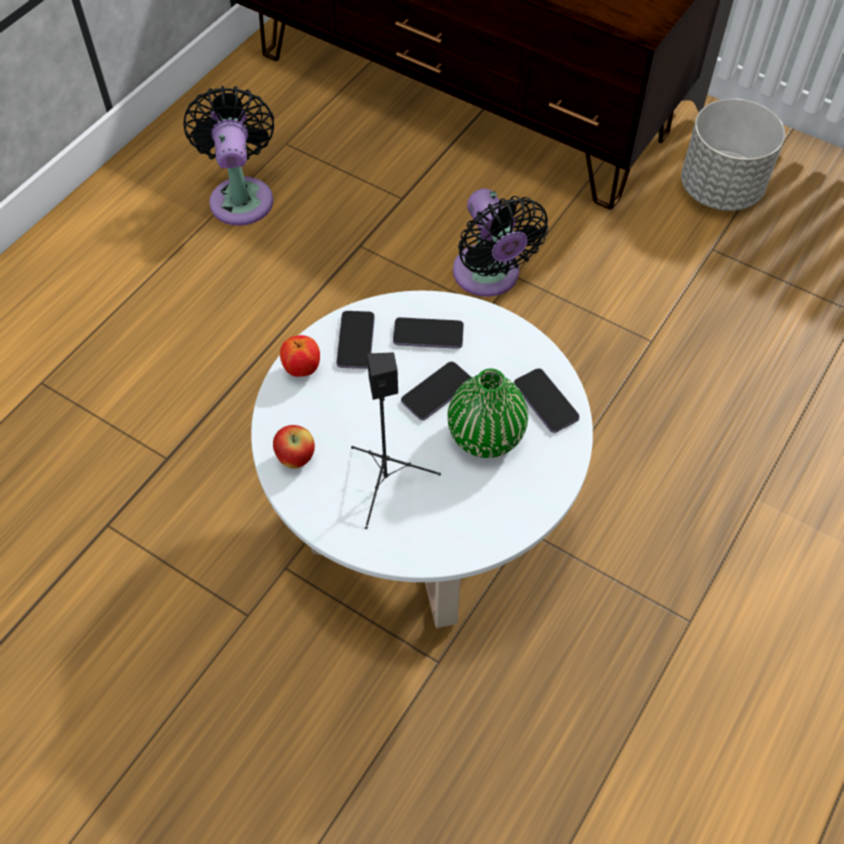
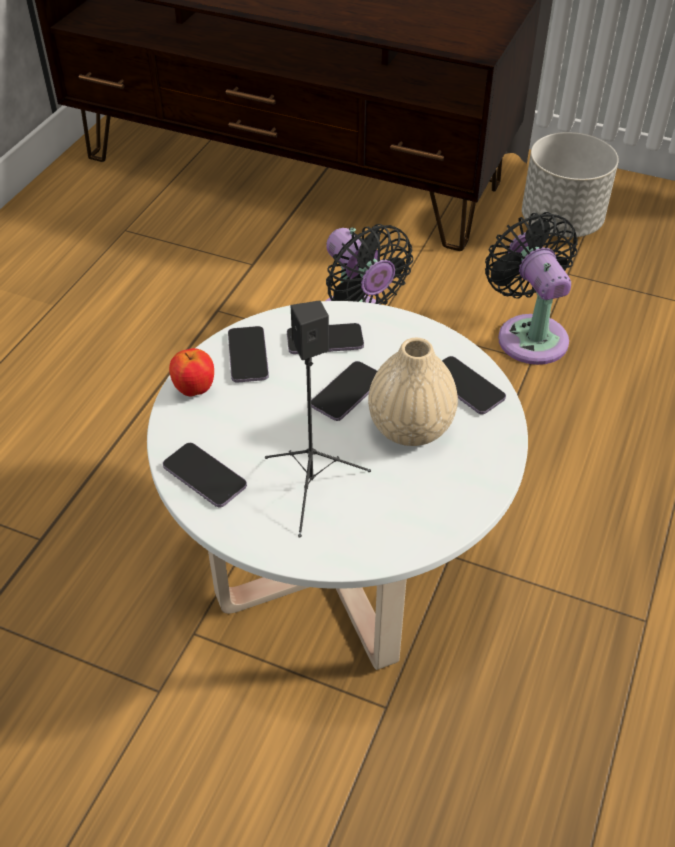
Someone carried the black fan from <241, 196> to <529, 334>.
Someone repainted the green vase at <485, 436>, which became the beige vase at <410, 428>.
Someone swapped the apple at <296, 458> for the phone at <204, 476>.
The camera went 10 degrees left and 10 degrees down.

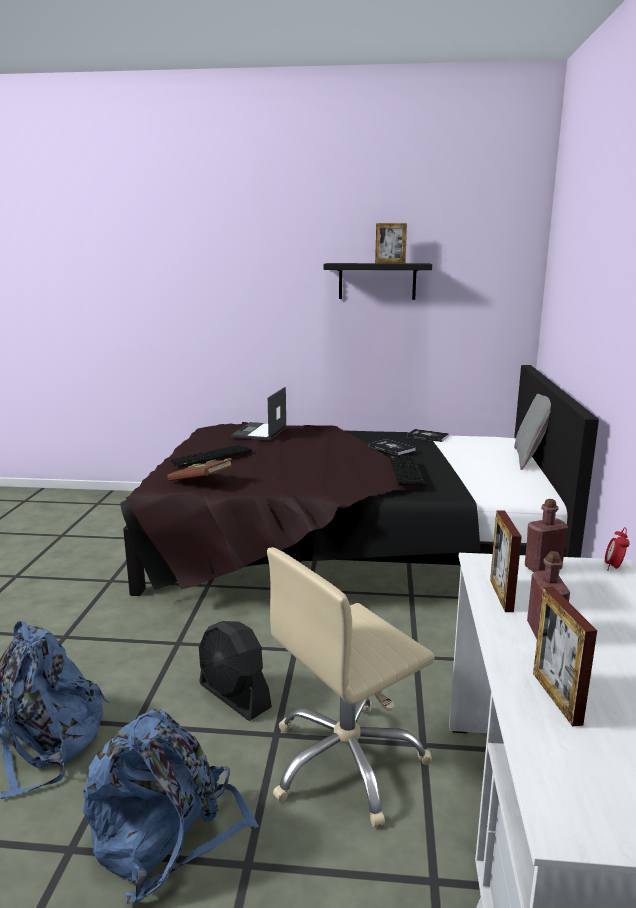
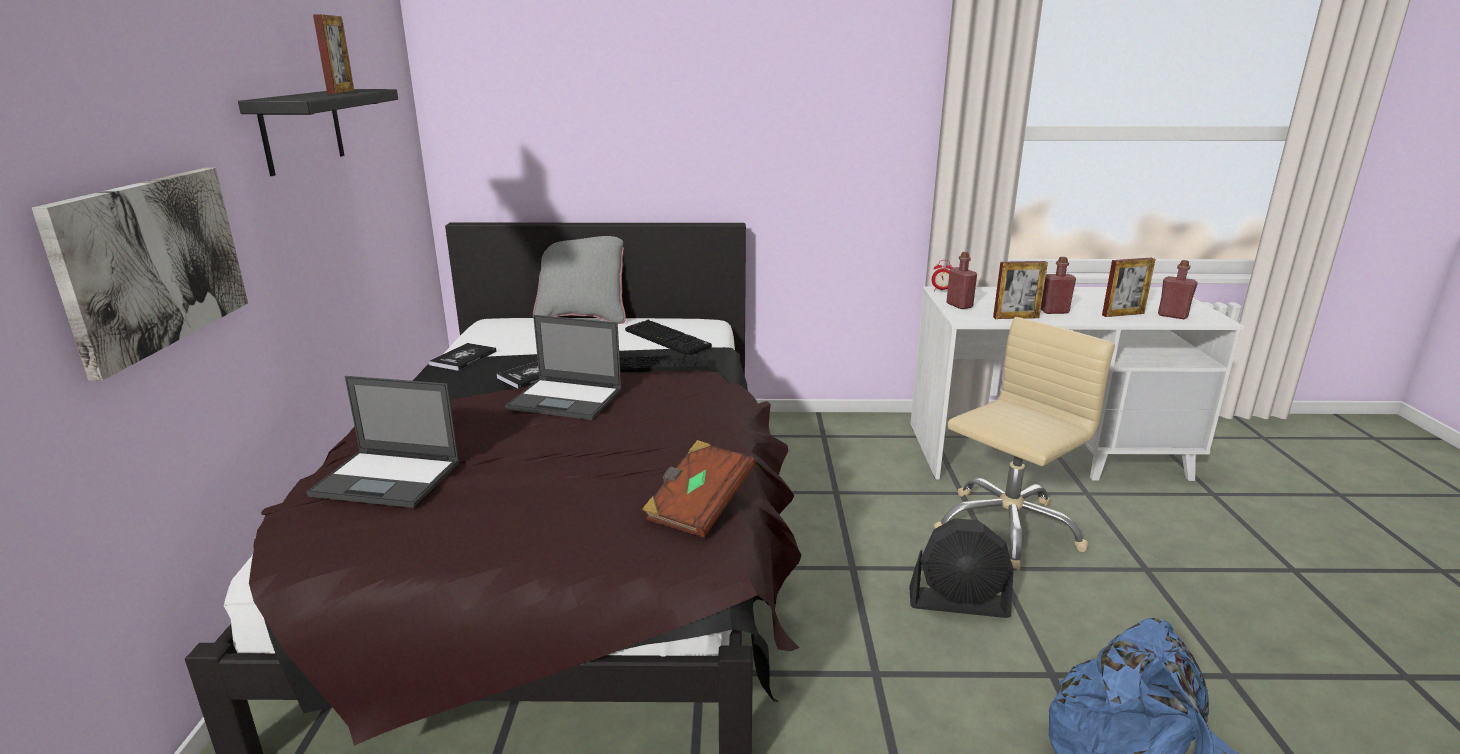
Someone carried the keyboard from <212, 458> to <669, 339>.
Someone rotated the beige office chair at <346, 762> by 90 degrees counterclockwise.
Someone rotated the black fan at <234, 696> by 60 degrees clockwise.
Someone took away the blue backpack at <167, 833>.
Someone put up the picture at <151, 263>.
Someone put down the red bottle at <1172, 315>.
Someone put down the laptop at <567, 399>.
The camera went 95 degrees left and 5 degrees up.

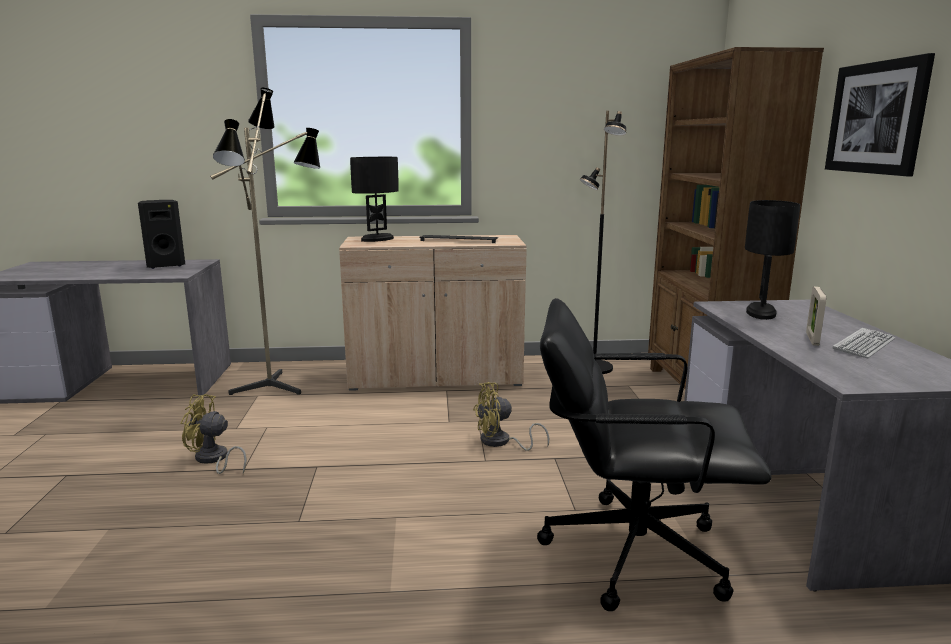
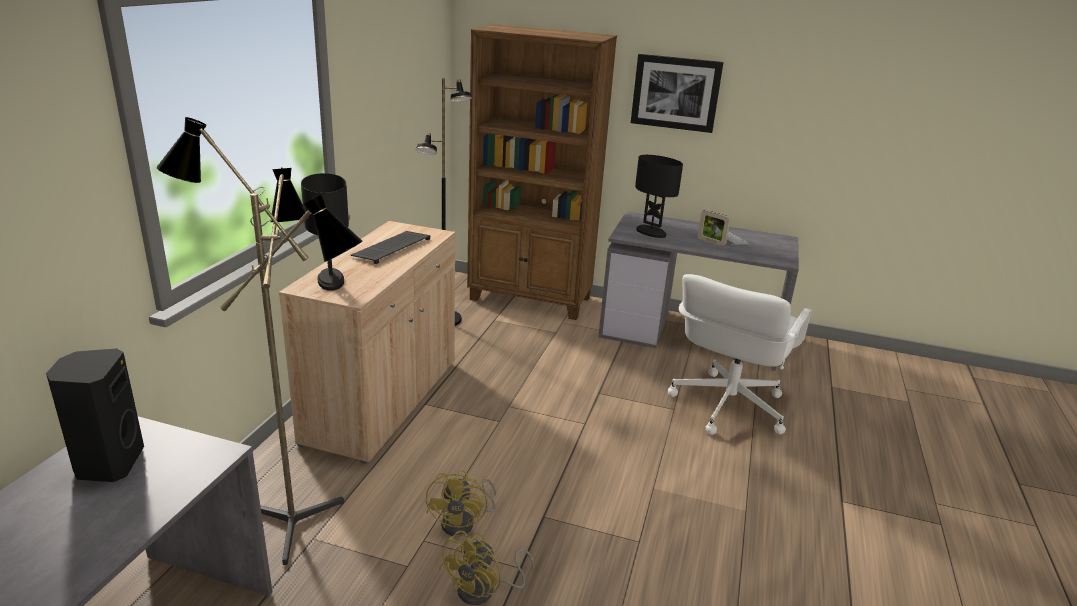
Someone repainted the black office chair at <632, 551>, which became the white office chair at <726, 406>.
Someone carried the yellow fan from <501, 442> to <464, 522>.
The camera went 70 degrees left and 10 degrees up.

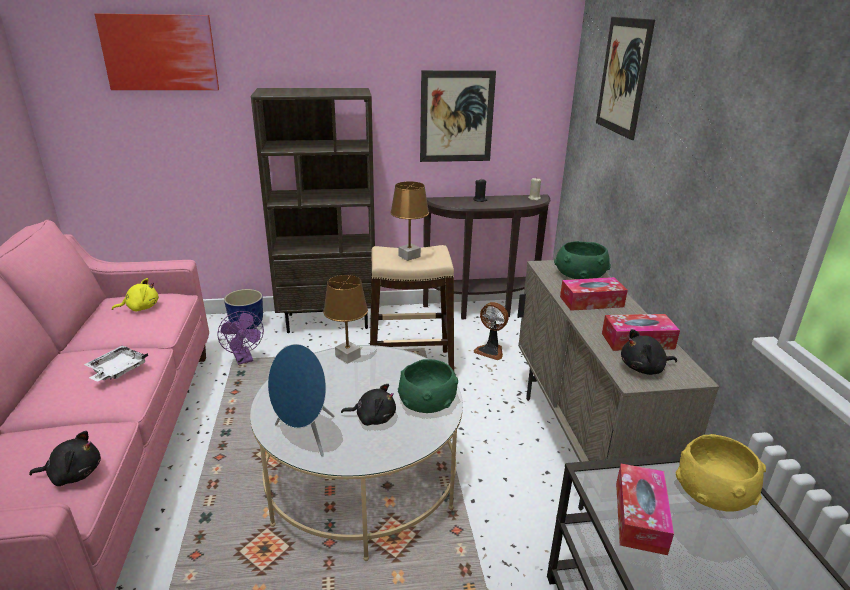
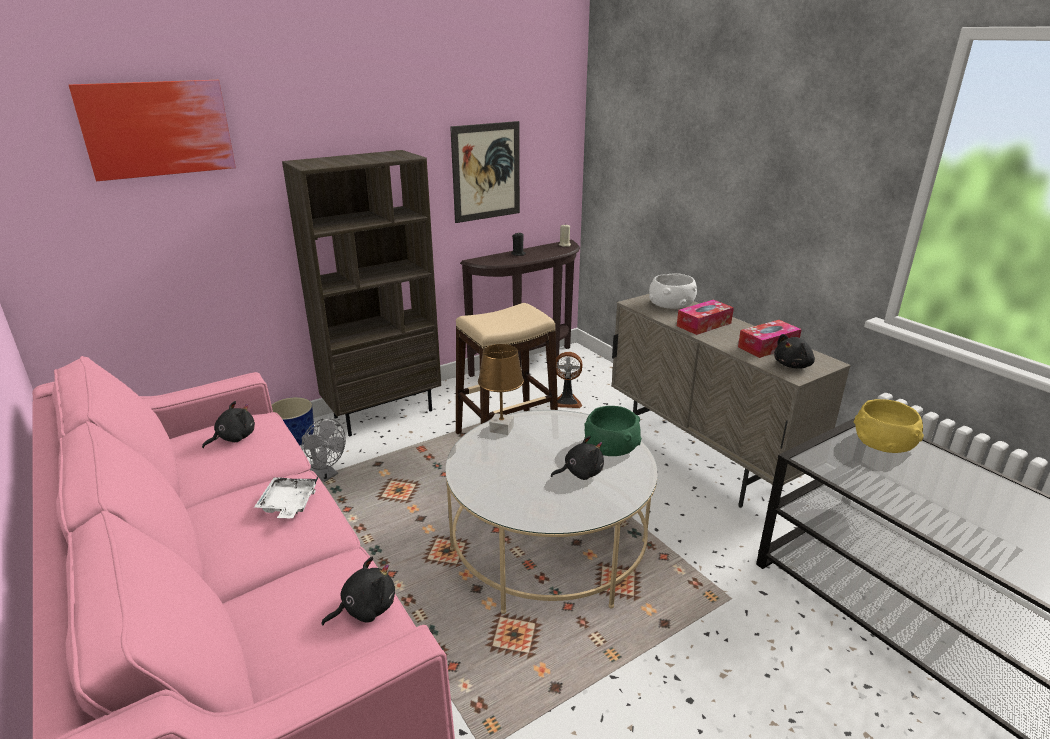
Someone took away the picture at <623, 76>.
Someone took away the brown table lamp at <409, 256>.
Someone repainted the green bowl at <580, 275>, which became the white bowl at <671, 304>.
Someone repainted the yellow plush toy at <141, 308>, which became the black plush toy at <234, 438>.
Someone repainted the purple fan at <244, 359>, which became the grey fan at <326, 475>.
Someone took away the blue speaker at <304, 436>.
Someone took away the tissue box at <640, 516>.
The camera went 25 degrees left and 0 degrees up.

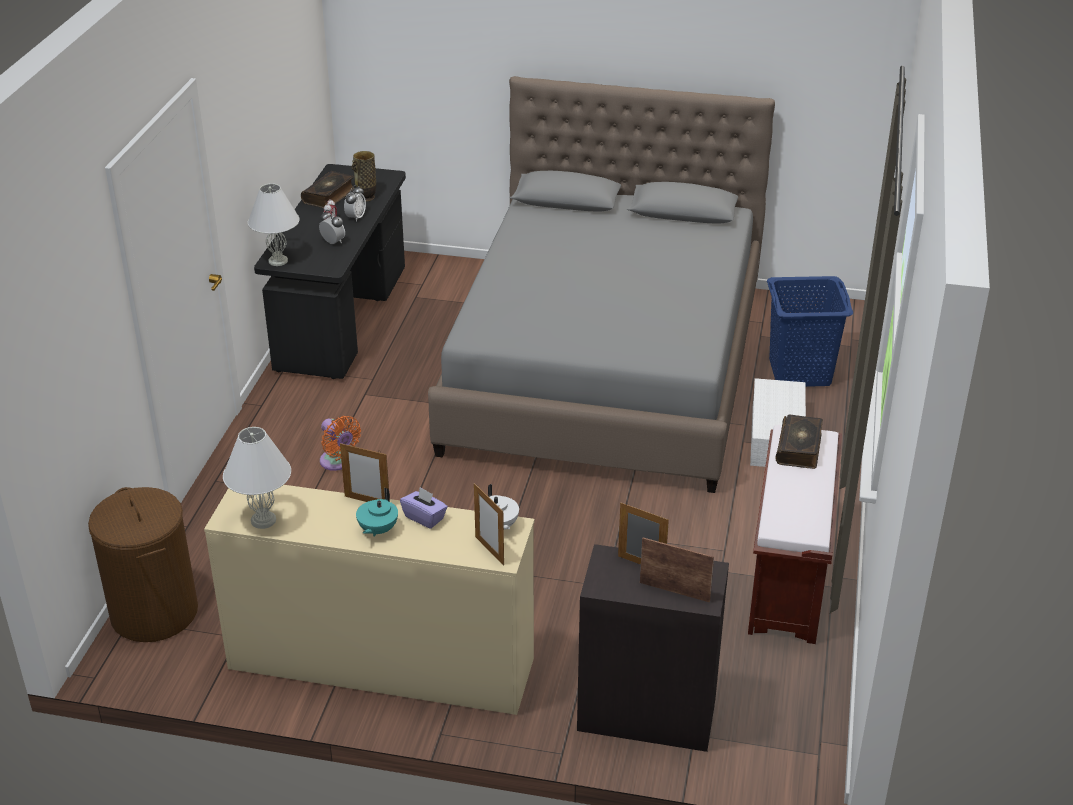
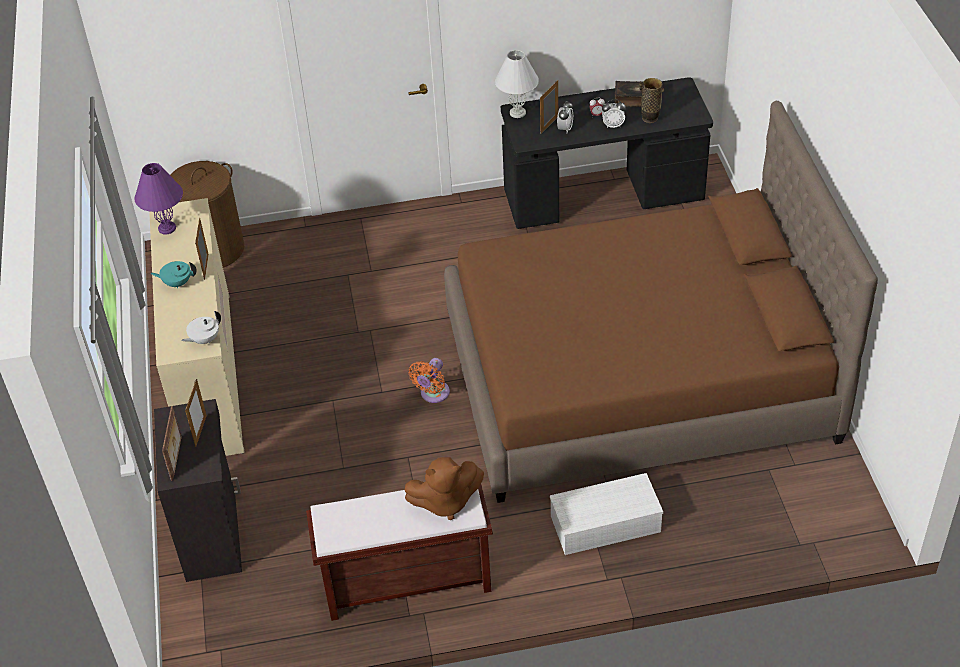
Someone repainted the grey bed at <606, 368>, which became the brown bed at <638, 377>.
Someone took away the blue laundry basket at <800, 372>.
Someone swapped the book at <799, 448> for the brown plush toy at <445, 502>.
Someone carried the orange fan from <338, 462> to <433, 394>.
Someone repainted the white table lamp at <264, 520>, which became the purple table lamp at <167, 228>.
Someone carried the picture frame from <489, 550> to <549, 125>.
Someone took away the purple tissue box at <424, 517>.
The camera went 70 degrees right and 10 degrees up.

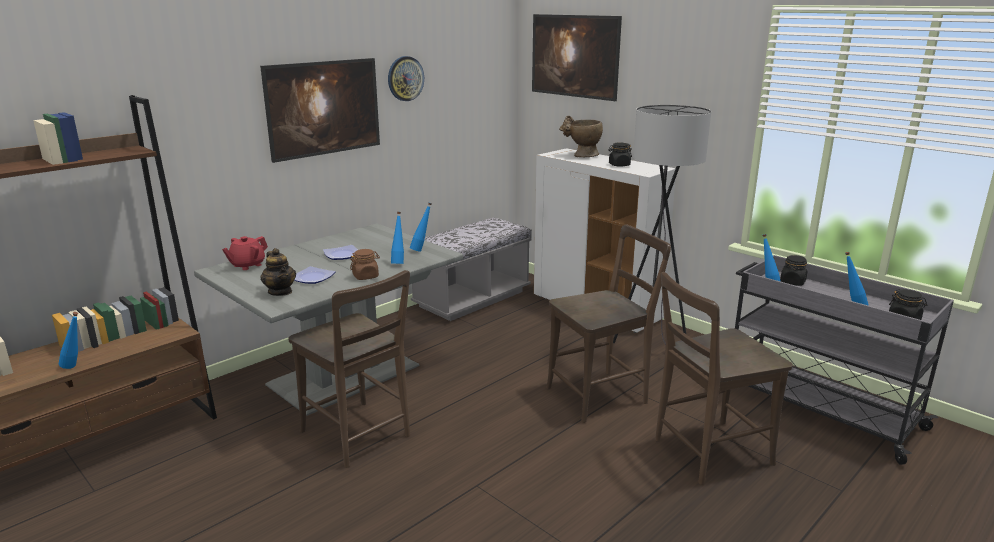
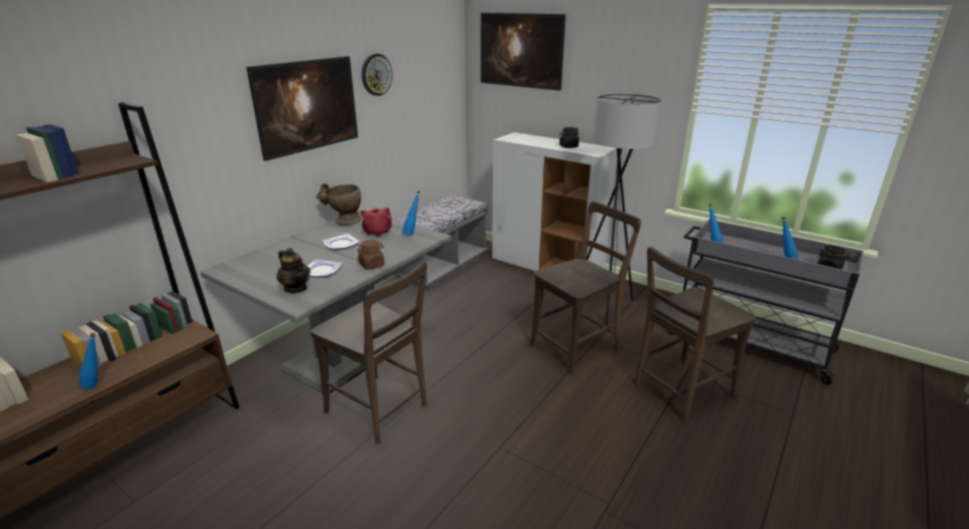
Someone carried the beige vase from <581, 156> to <343, 222>.
Someone took away the blue bottle at <398, 263>.
Someone carried the red teapot from <247, 265> to <377, 232>.
Someone took away the black jar at <792, 282>.
The camera went 10 degrees left and 5 degrees up.

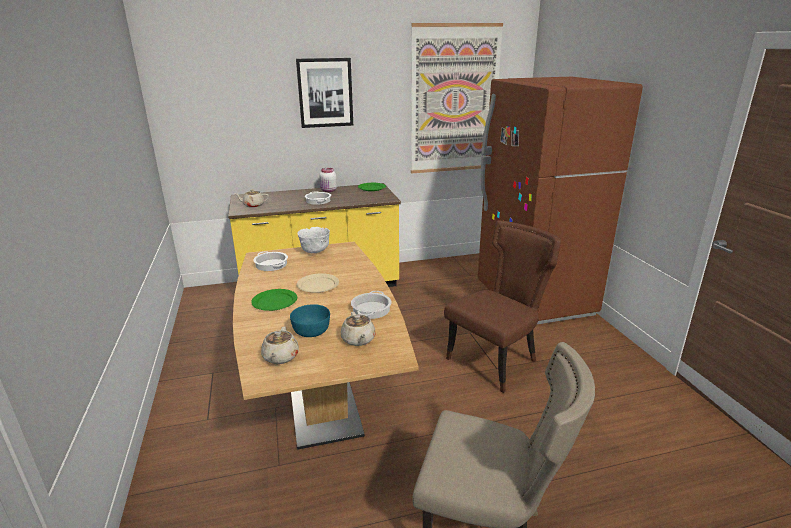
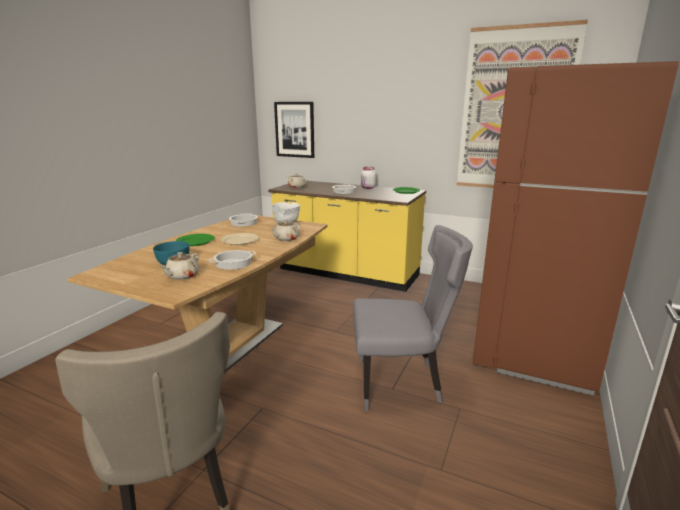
Someone carried the picture from <325, 93> to <295, 129>.
Someone repainted the brown chair at <496, 361>, which became the grey chair at <402, 383>.
Someone carried the beige teapot from <280, 357> to <286, 239>.
The camera went 40 degrees right and 5 degrees down.

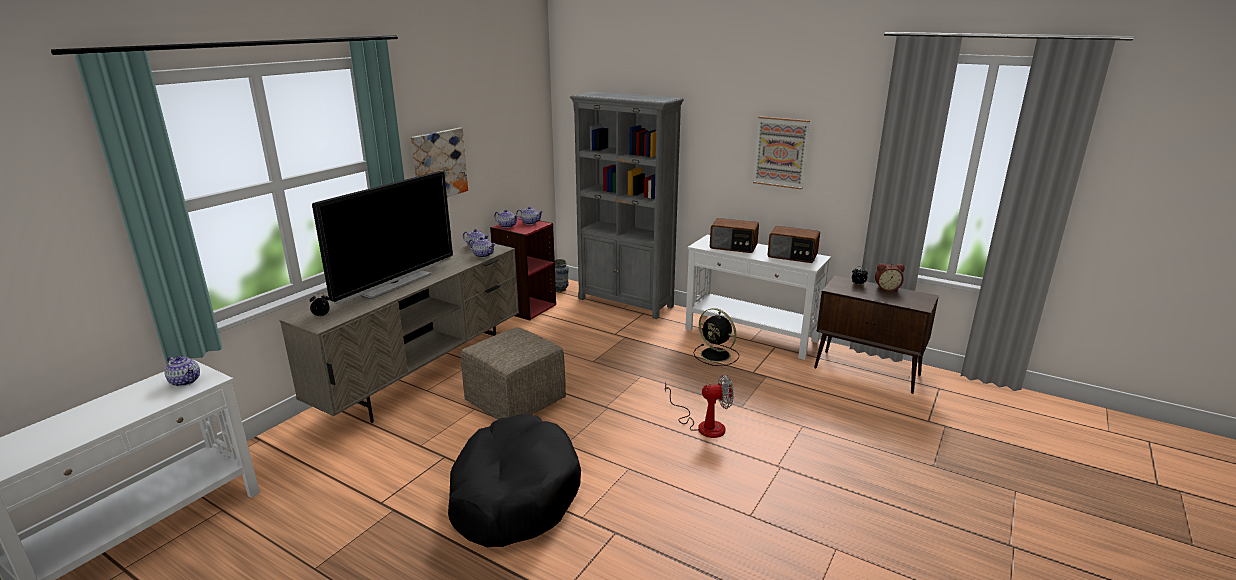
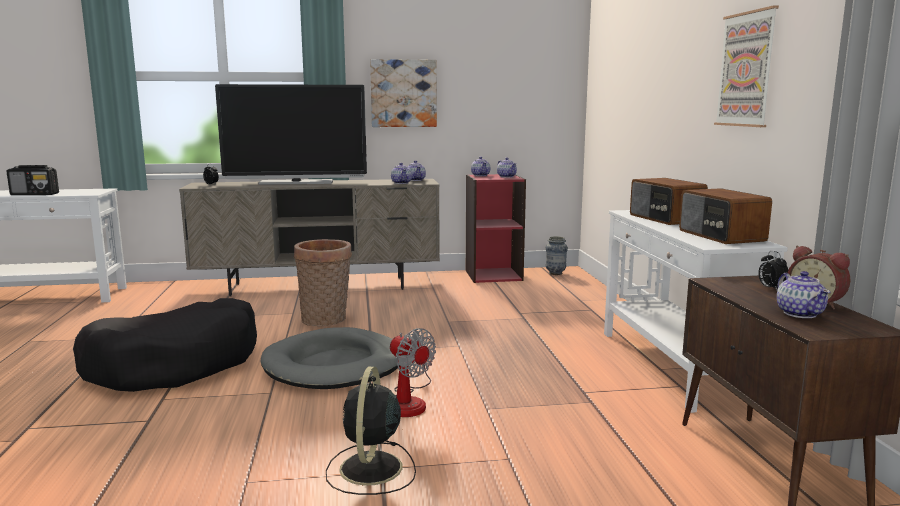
Someone took away the grey bookcase at <626, 302>.
Someone carried the black fan from <716, 355> to <370, 470>.
Someone swapped the beige ottoman at <516, 401> for the basket at <326, 320>.
Someone carried the teapot from <185, 381> to <799, 313>.
Someone put down the radio at <35, 194>.
Someone put down the grey dog bed at <335, 365>.
The camera went 50 degrees right and 10 degrees down.

